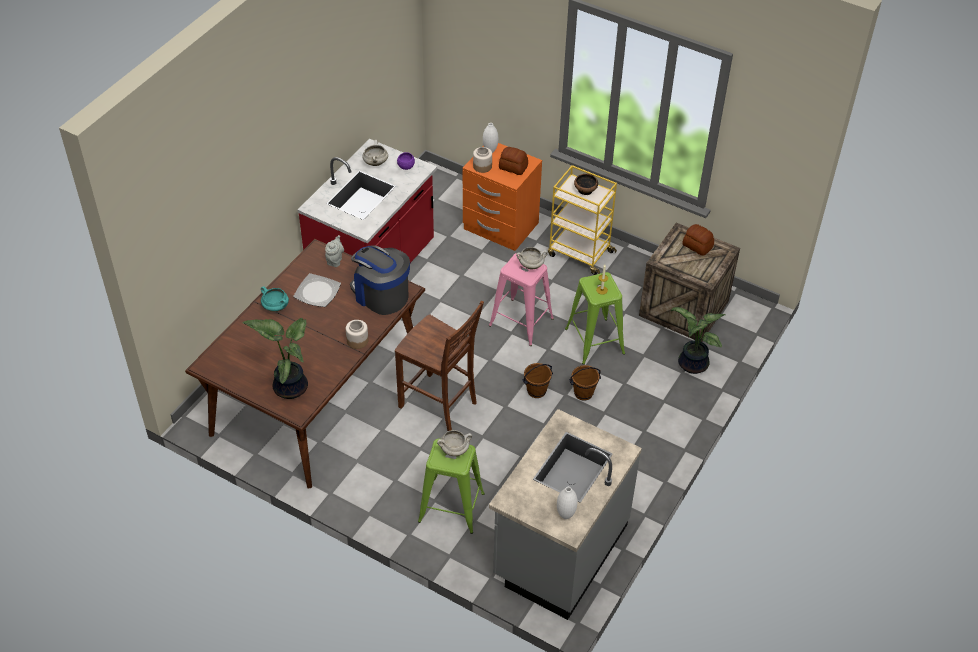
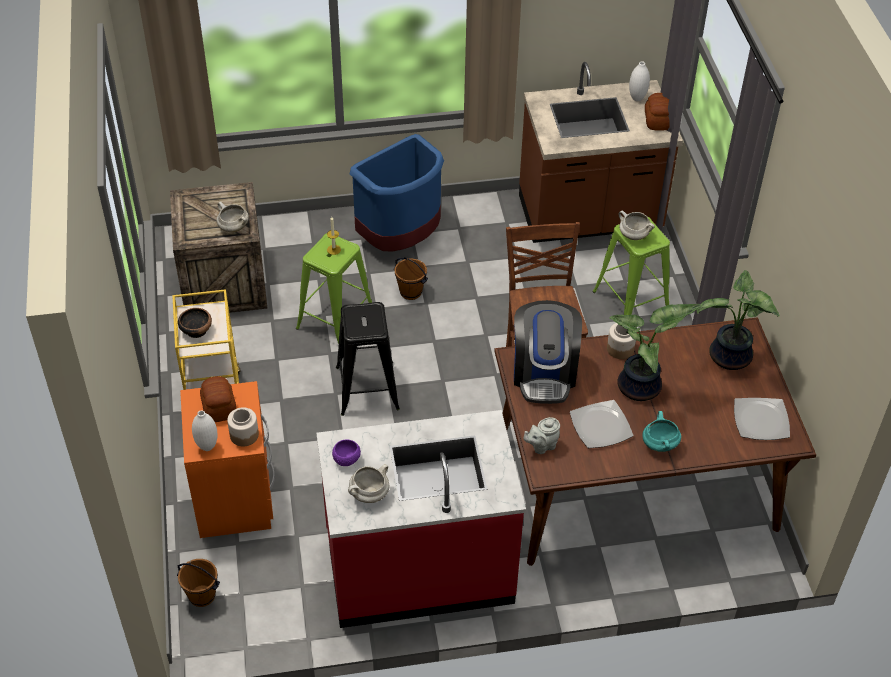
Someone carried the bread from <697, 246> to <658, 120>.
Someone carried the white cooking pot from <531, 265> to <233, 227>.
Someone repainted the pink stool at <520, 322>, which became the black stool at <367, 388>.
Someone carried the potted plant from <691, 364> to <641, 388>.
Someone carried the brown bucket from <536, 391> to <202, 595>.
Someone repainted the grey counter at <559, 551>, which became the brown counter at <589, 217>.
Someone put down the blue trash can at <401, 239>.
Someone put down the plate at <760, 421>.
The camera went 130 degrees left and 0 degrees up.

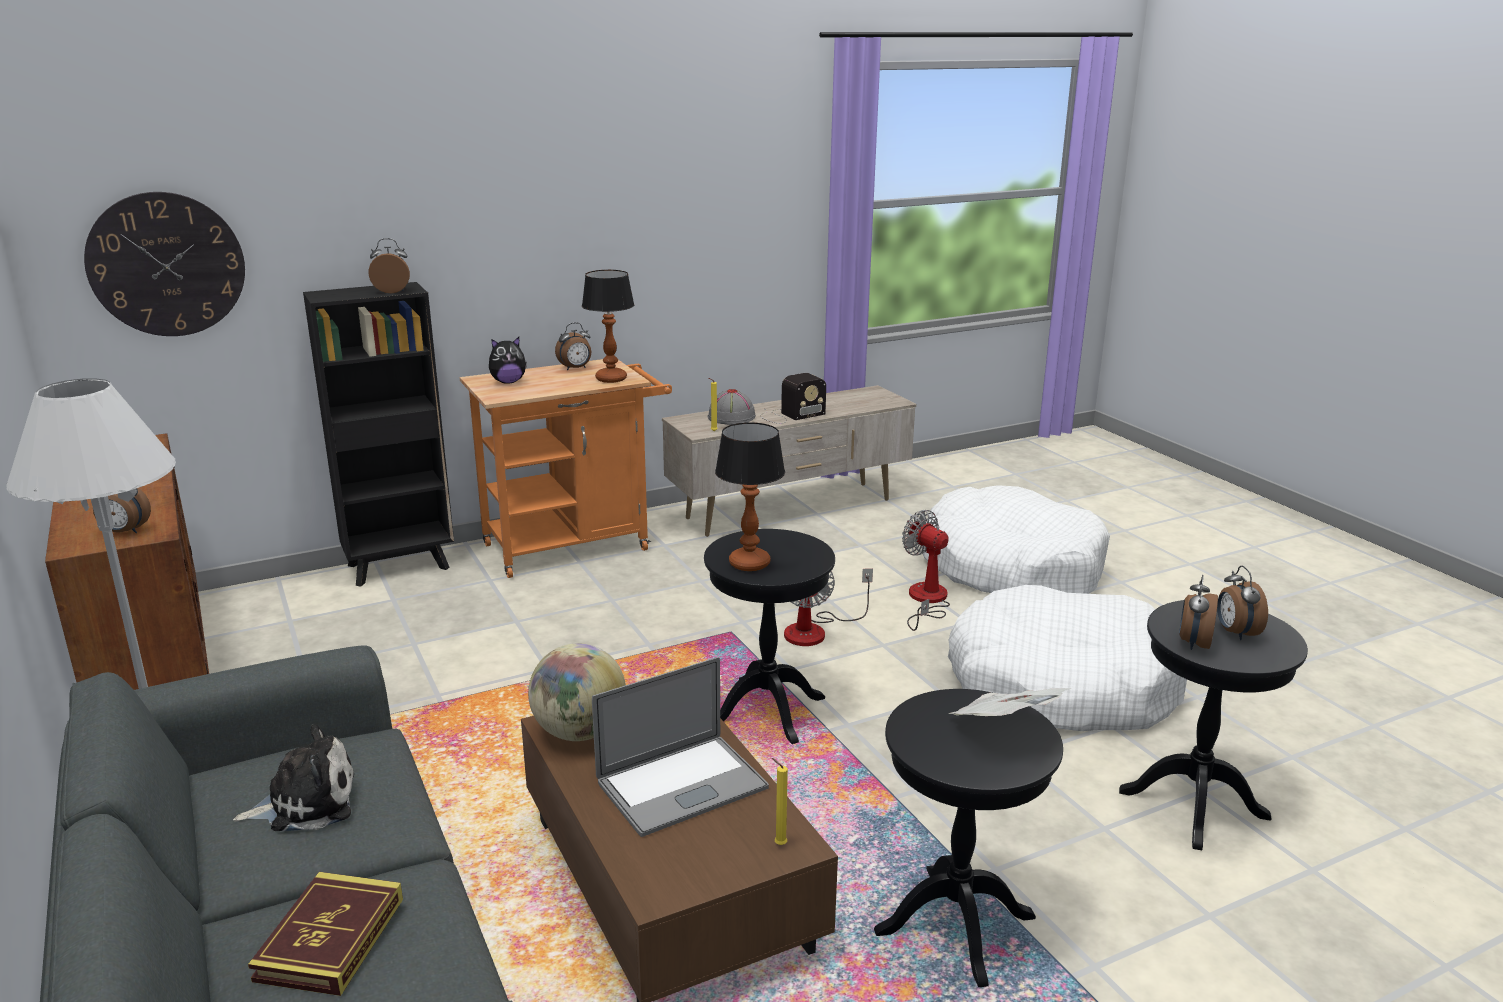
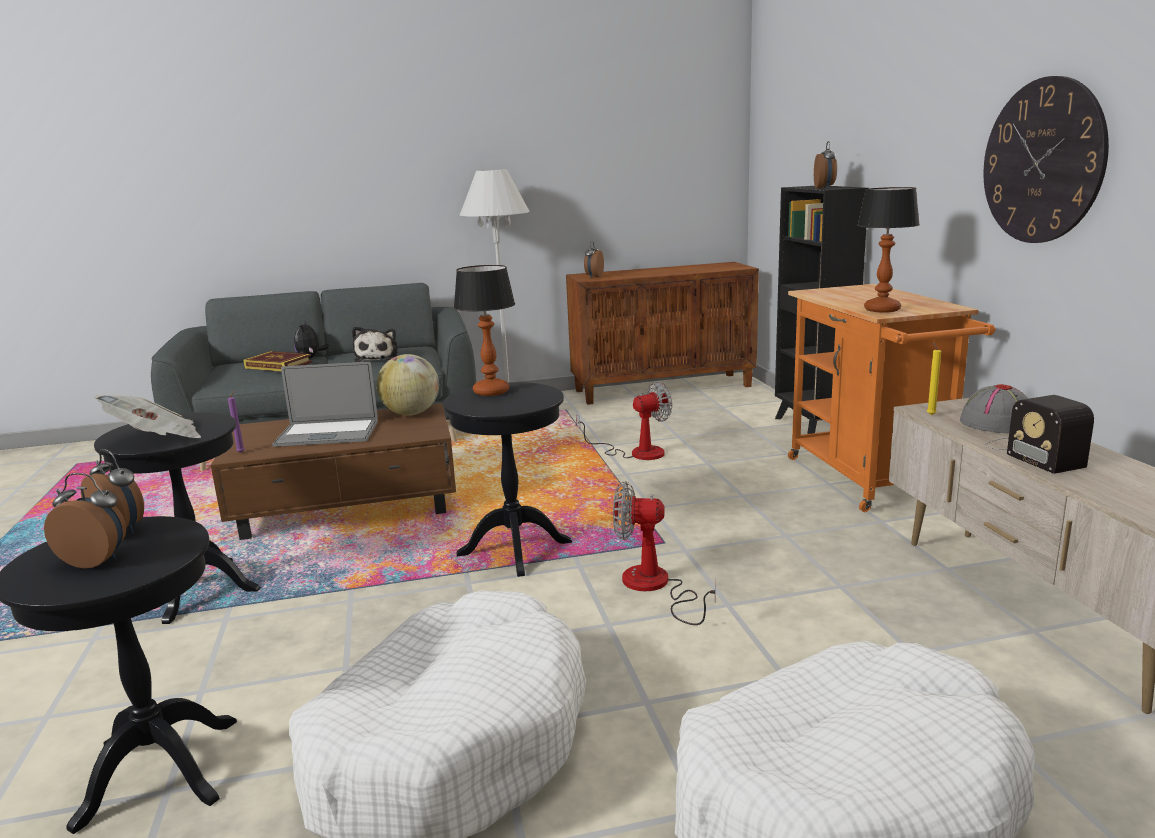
Someone carried the wall clock from <166, 265> to <1042, 161>.
Someone took away the alarm clock at <575, 368>.
Someone carried the plush toy from <508, 382> to <310, 358>.
Someone carried the fan from <926, 601> to <636, 452>.
Someone rotated the laptop at <682, 785> by 75 degrees counterclockwise.
Someone repainted the yellow candle at <778, 844>, which became the purple candle at <242, 452>.
The camera went 105 degrees right and 5 degrees down.

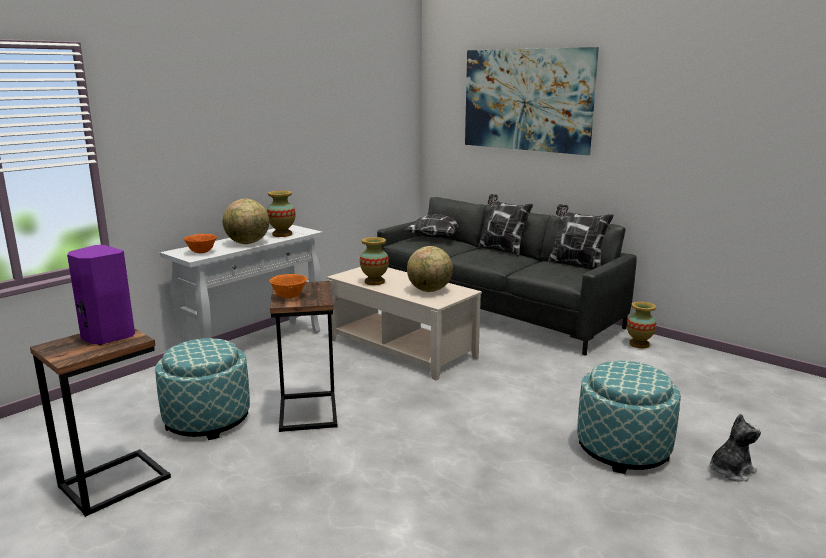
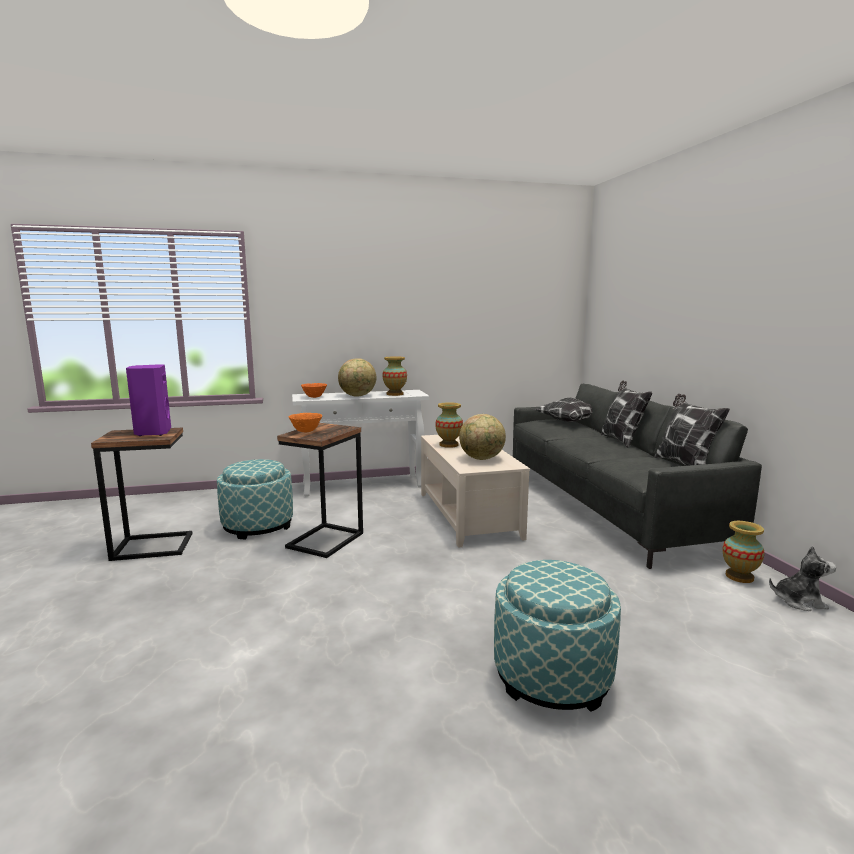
Someone took away the picture at <527, 100>.
Someone carried the plush toy from <730, 470> to <798, 601>.
The camera went 35 degrees right and 5 degrees down.

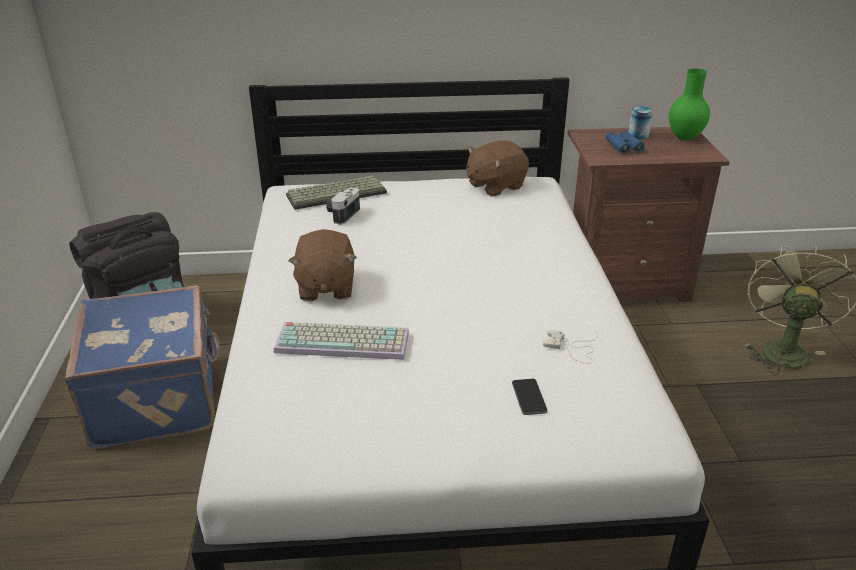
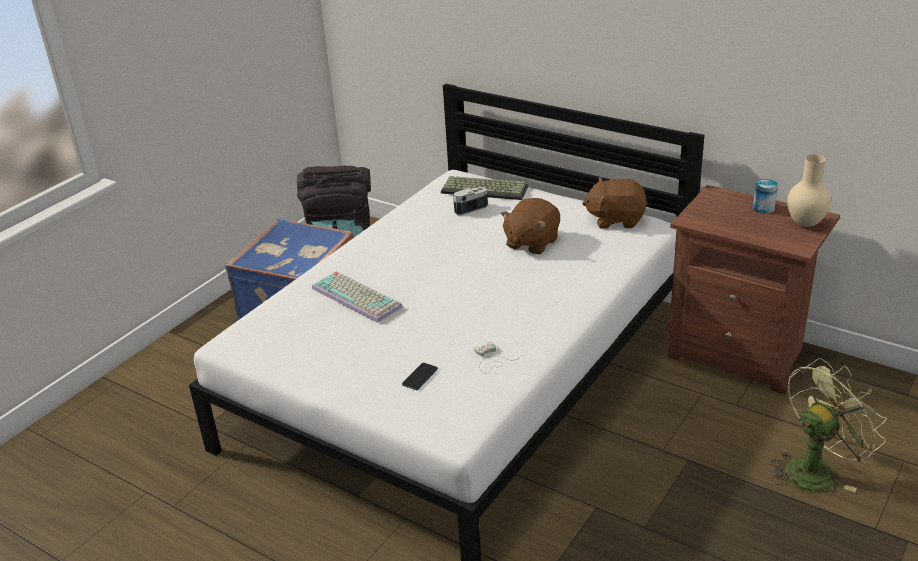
Someone repainted the green vase at <685, 138>, which became the beige vase at <806, 224>.
Someone took away the blue binoculars at <623, 146>.
Someone carried the brown plush toy from <325, 287> to <531, 243>.
The camera went 40 degrees right and 0 degrees up.

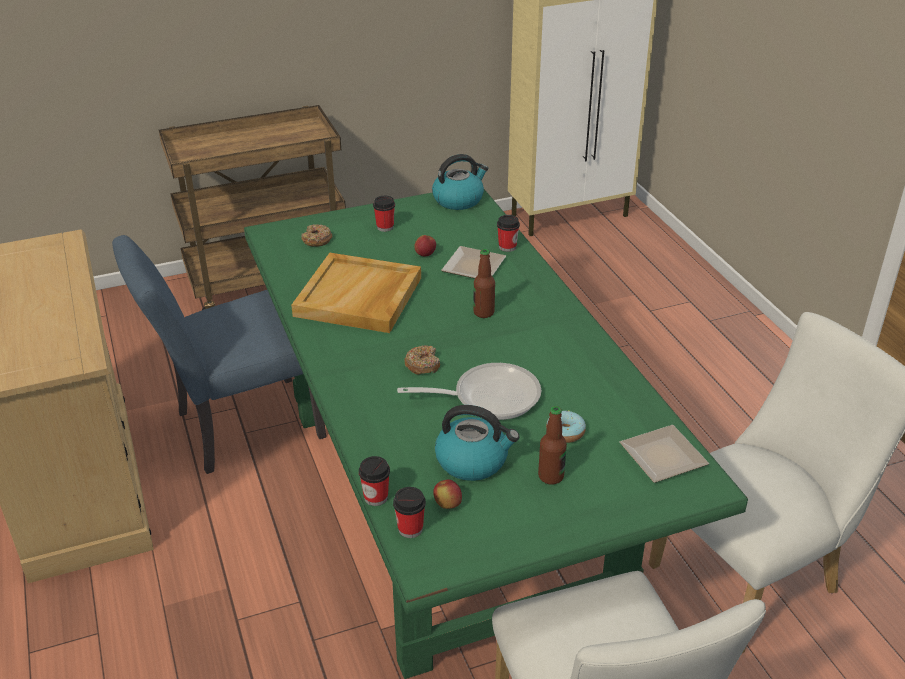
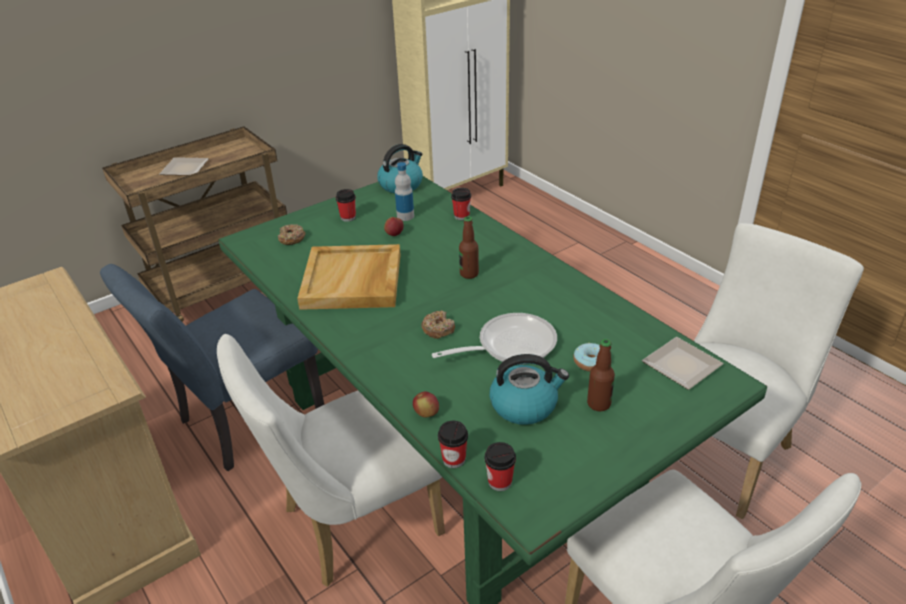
Someone carried the plate from <471, 267> to <183, 170>.
Someone carried the apple from <447, 504> to <426, 414>.
Someone put down the bottle at <405, 216>.
Someone put down the white chair at <351, 525>.
The camera went 15 degrees left and 0 degrees up.

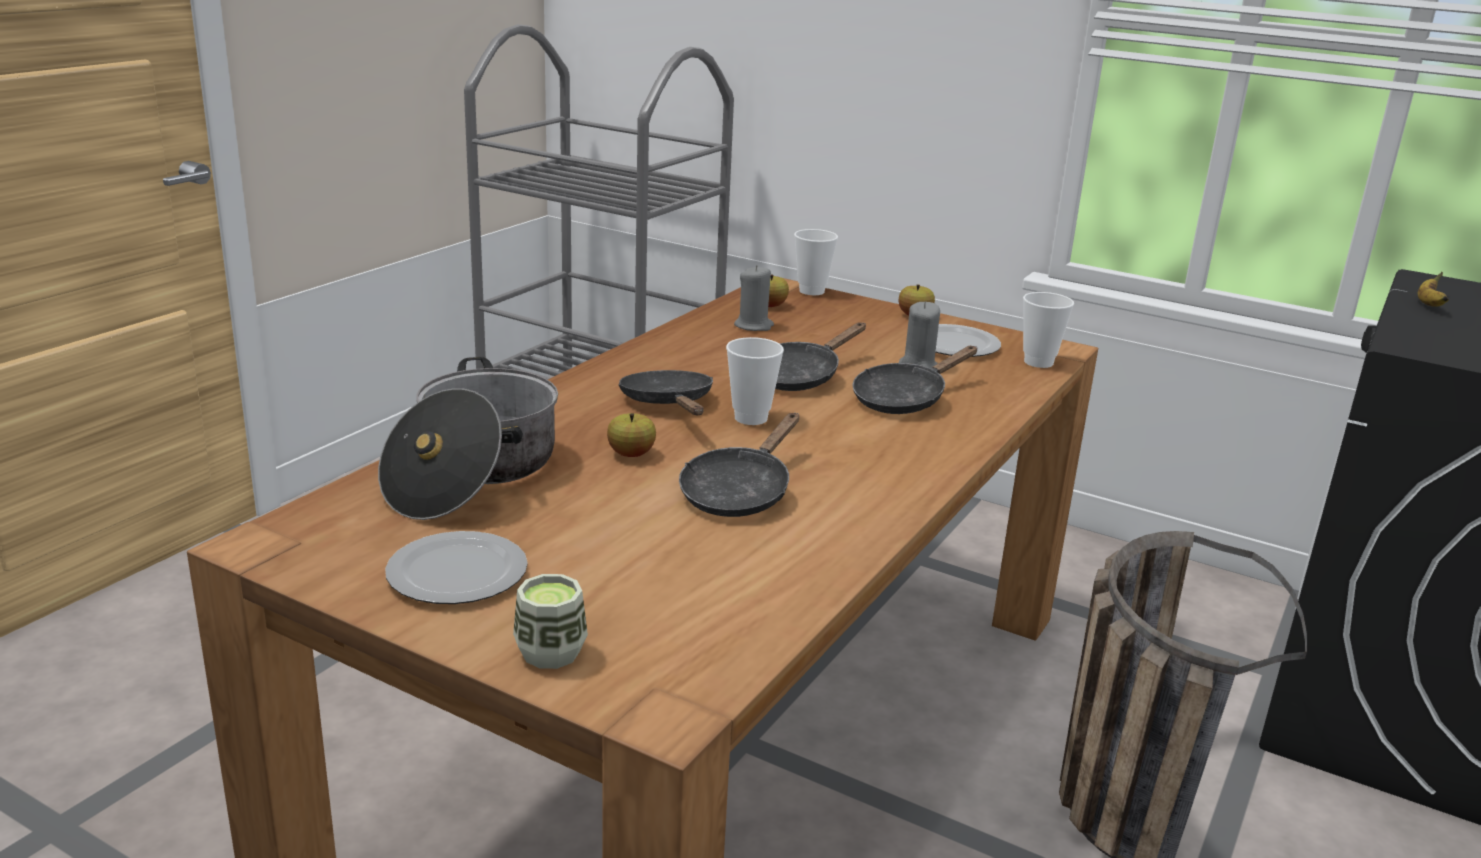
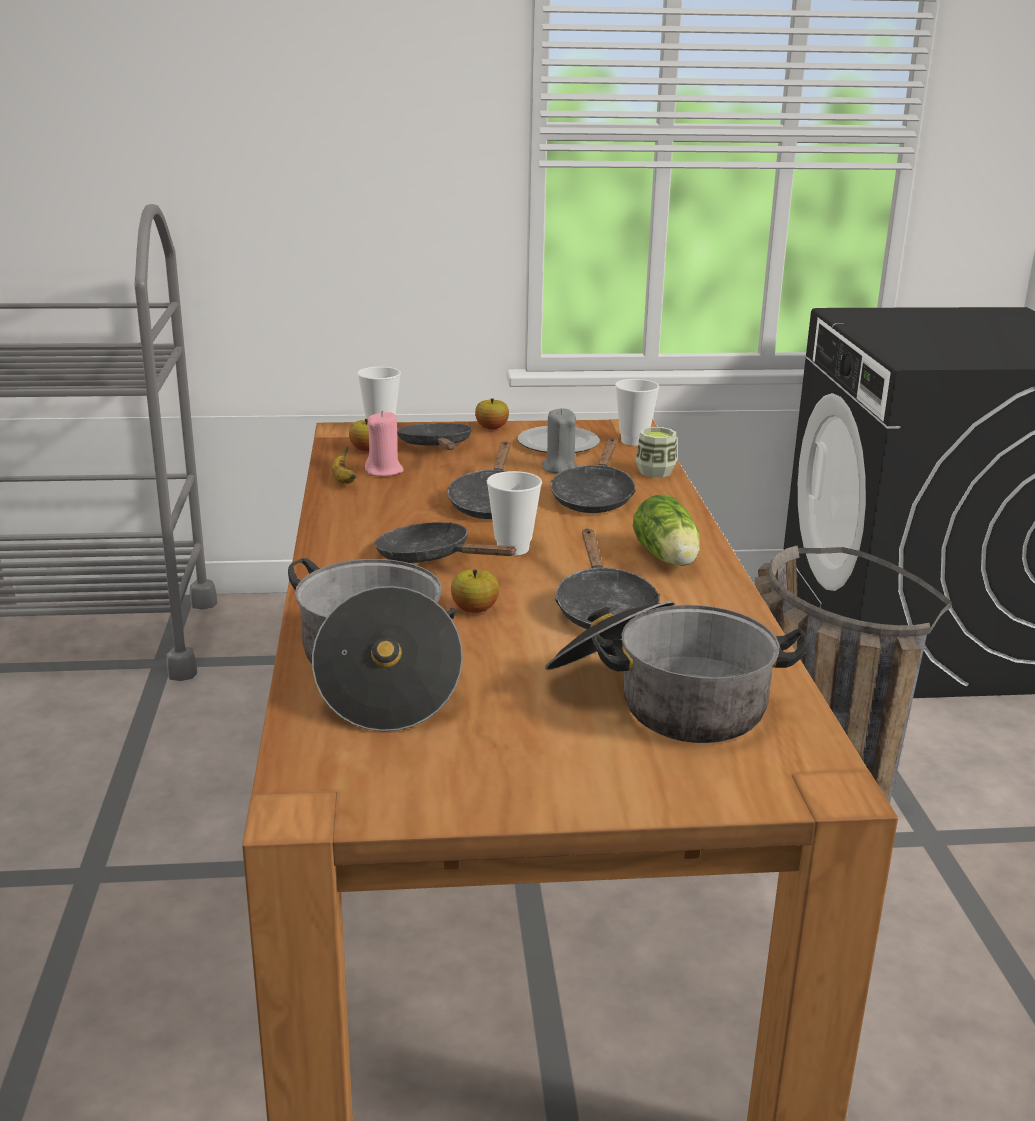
Someone repainted the grey candle at <754, 326>, which became the pink candle at <384, 471>.
Someone carried the banana from <1429, 304> to <343, 480>.
Someone took away the plate at <455, 573>.
Someone carried the cup from <550, 652> to <655, 472>.
Someone put down the black frying pan at <437, 447>.
Someone put down the lettuce at <668, 559>.
Someone put down the cooking pot at <662, 700>.
The camera went 35 degrees left and 0 degrees up.

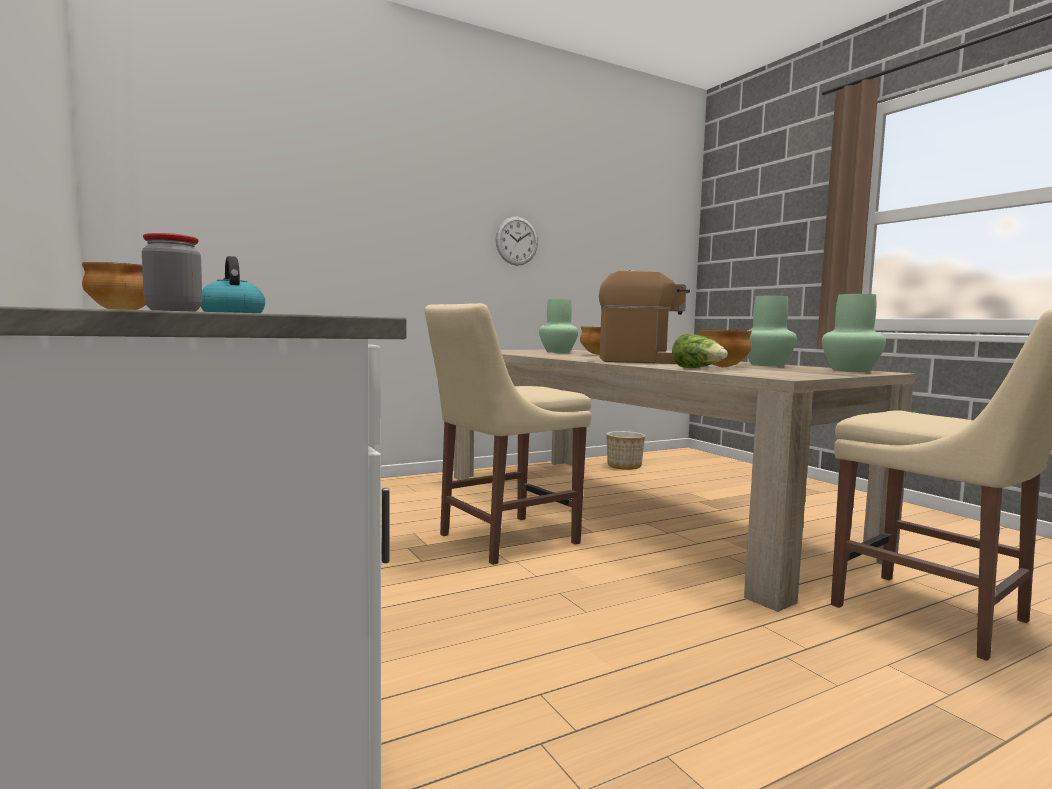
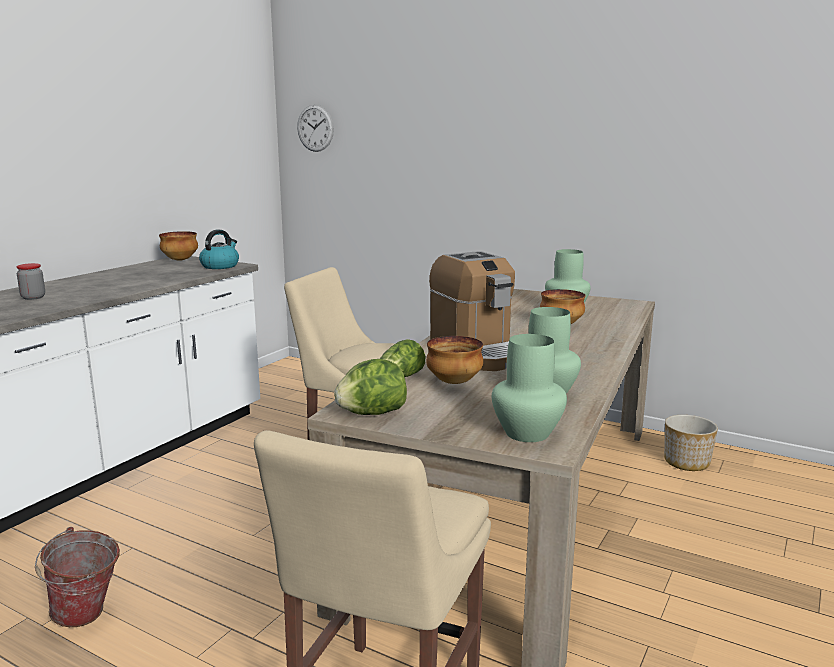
Someone carried the wall clock from <516, 241> to <315, 128>.
Someone put down the lettuce at <372, 413>.
Someone put down the bucket at <86, 618>.
The camera went 60 degrees right and 10 degrees up.

